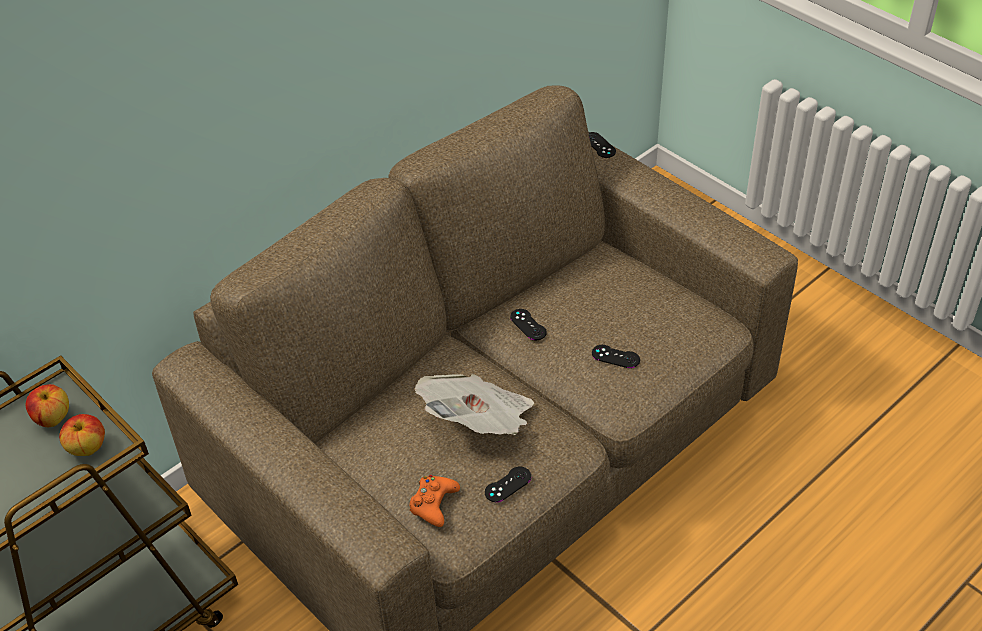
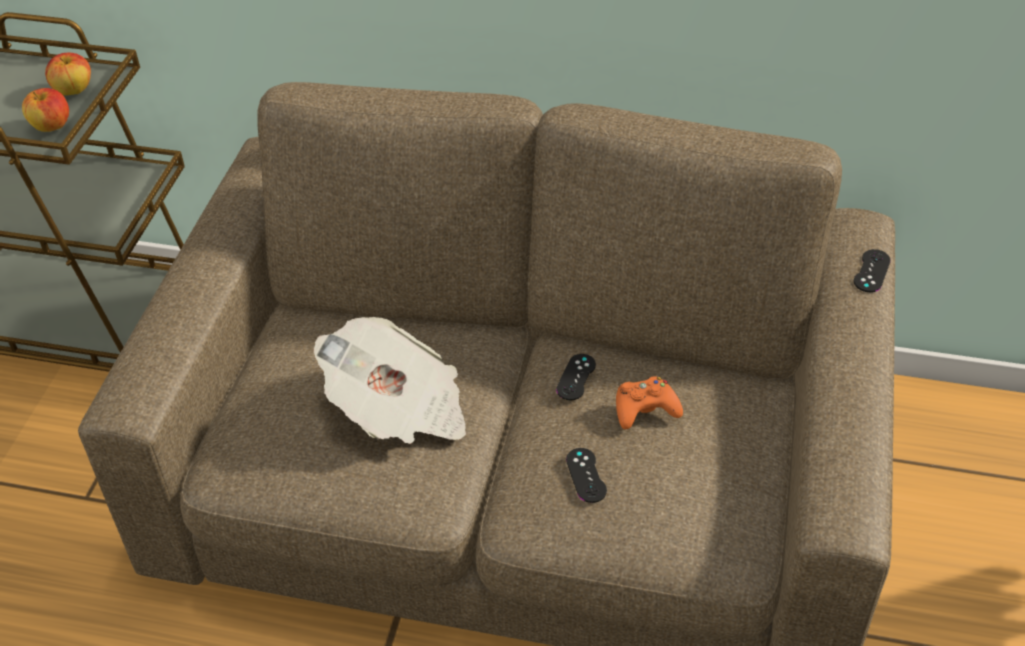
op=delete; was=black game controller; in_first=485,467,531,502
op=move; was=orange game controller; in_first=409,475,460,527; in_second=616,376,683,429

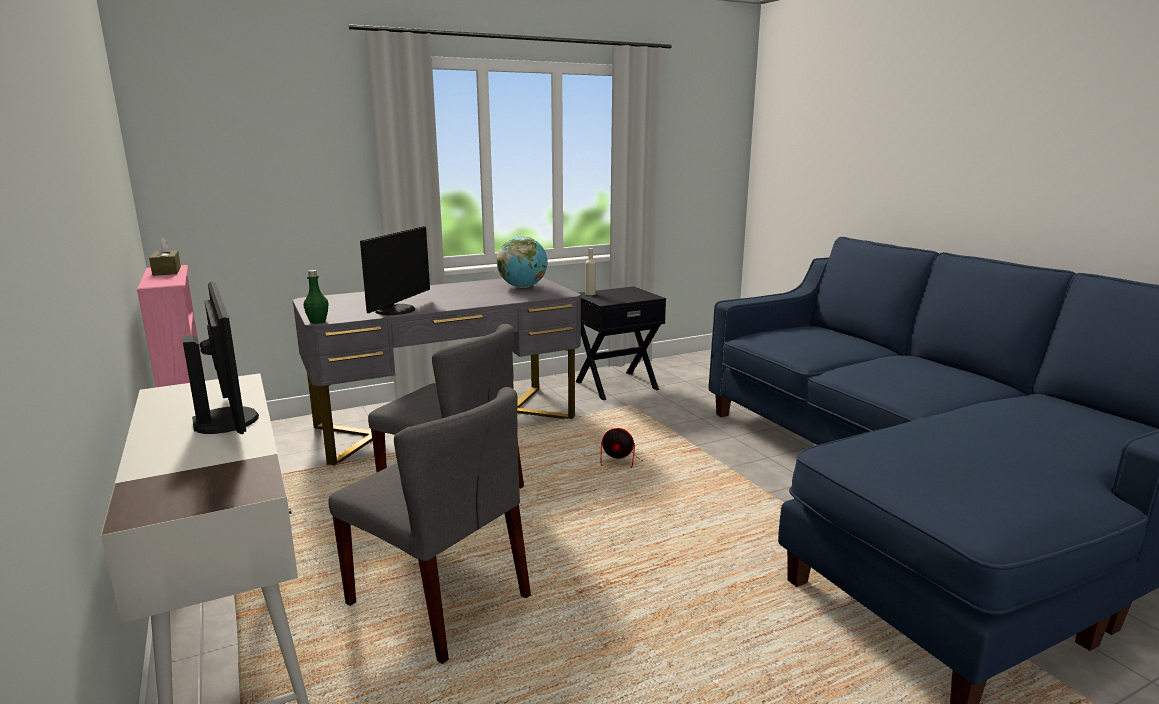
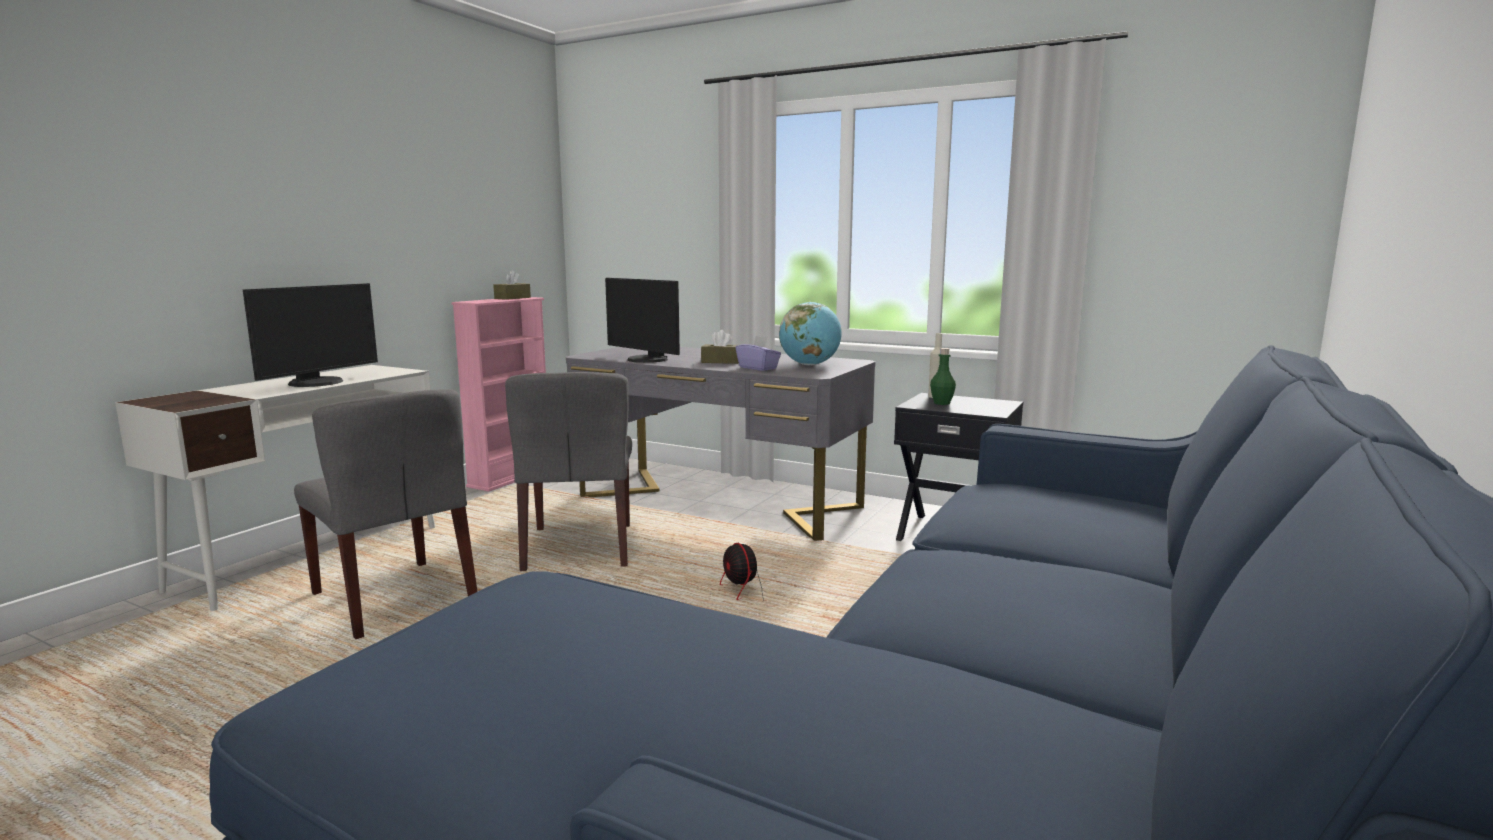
op=rotate; was=monitor; in_first=360,226,430,315; in_second=605,278,680,363; clockwise=60
op=move; was=green bottle; in_first=304,270,329,324; in_second=930,348,956,405
op=rotate; was=grey chair; in_first=329,387,531,664; in_second=294,389,477,639; clockwise=-45
op=insert; now=brown tissue box; in_second=701,330,739,364
op=insert; now=purple tissue box; in_second=736,336,781,371

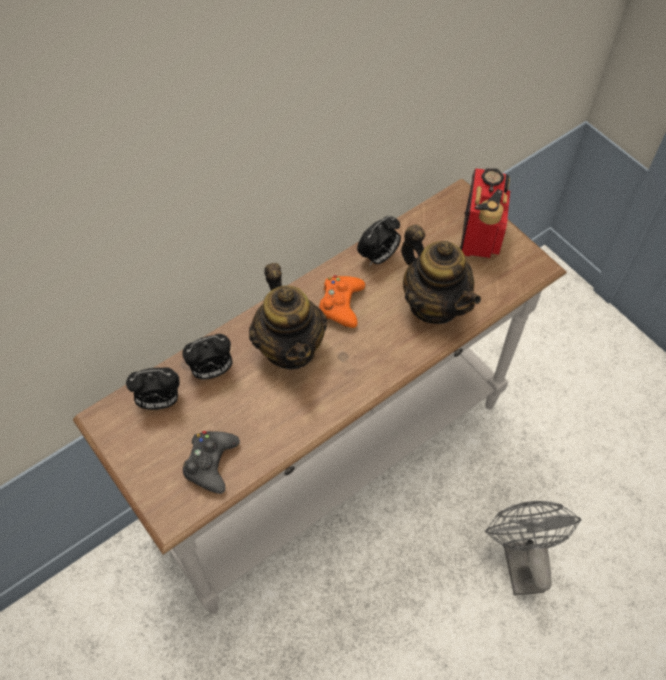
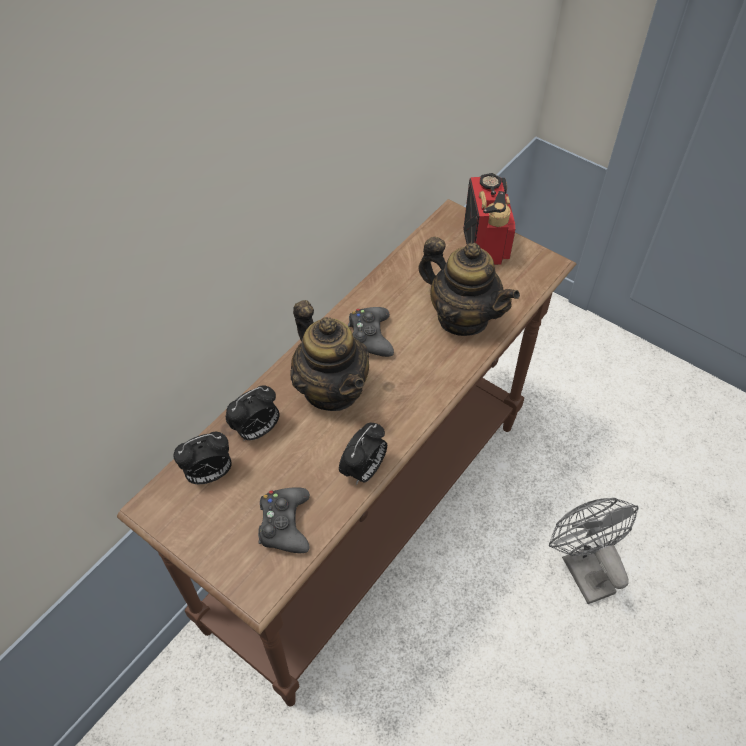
op=recolor; was=white console table; now=brown console table; in_first=73,179,567,614; in_second=117,199,576,706
op=move; was=alarm clock; in_first=357,216,401,266; in_second=339,423,387,485
op=recolor; was=orange game controller; now=black game controller; in_first=319,275,365,328; in_second=348,307,394,357

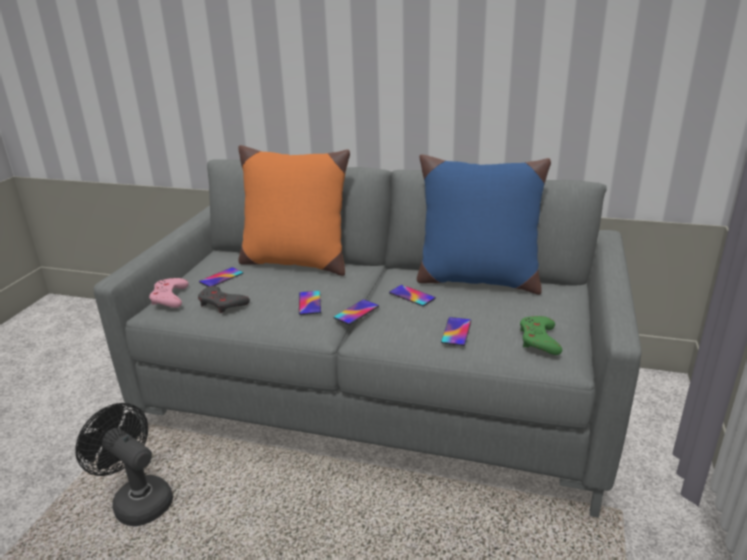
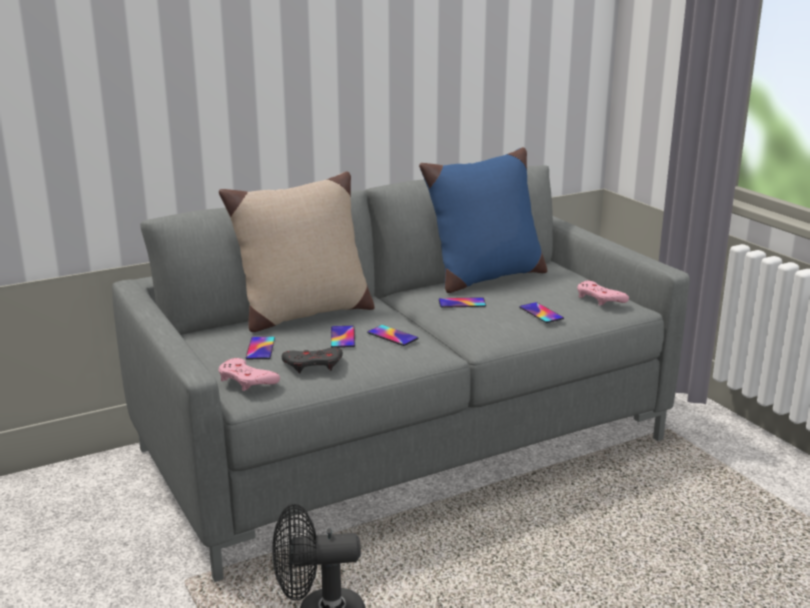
op=recolor; was=orange pillow; now=beige pillow; in_first=238,145,350,276; in_second=219,171,375,332
op=move; was=phone; in_first=334,299,379,325; in_second=331,326,355,348
op=recolor; was=green game controller; now=pink game controller; in_first=520,316,562,355; in_second=577,281,629,306

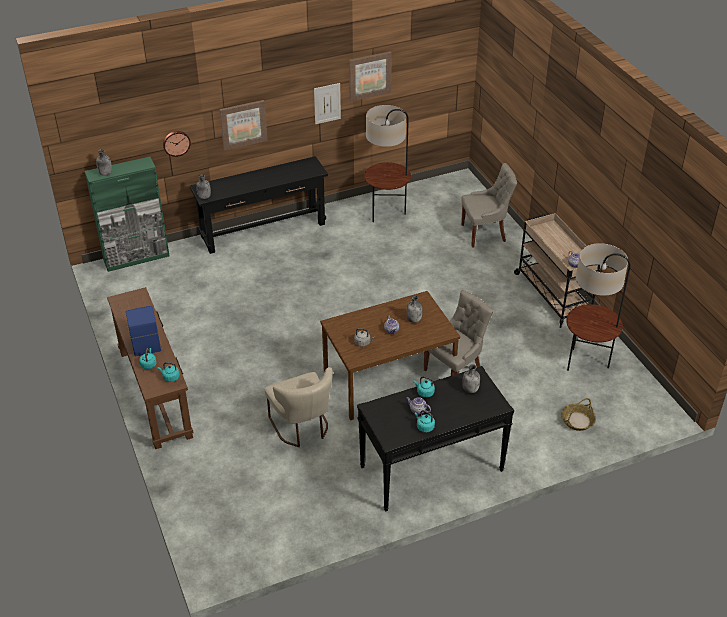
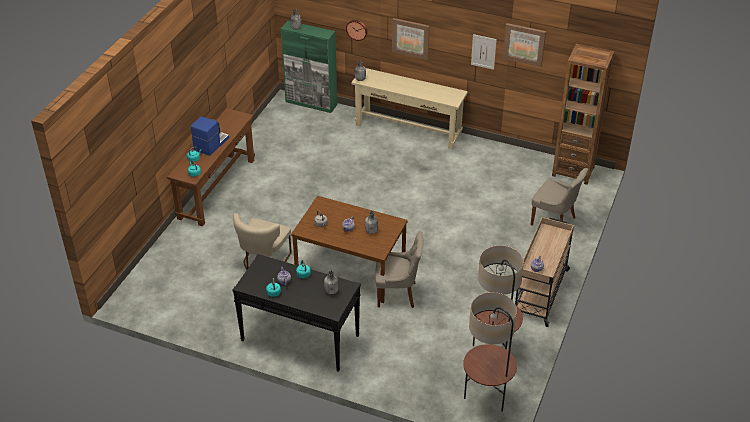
op=move; was=floor lamp; in_first=364,105,411,222; in_second=463,292,517,412
op=recolor; was=black console table; now=beige console table; in_first=190,156,328,254; in_second=351,68,468,149
op=delete; was=basket; in_first=561,398,596,431
op=insert; now=brown bookcase; in_second=552,44,614,185

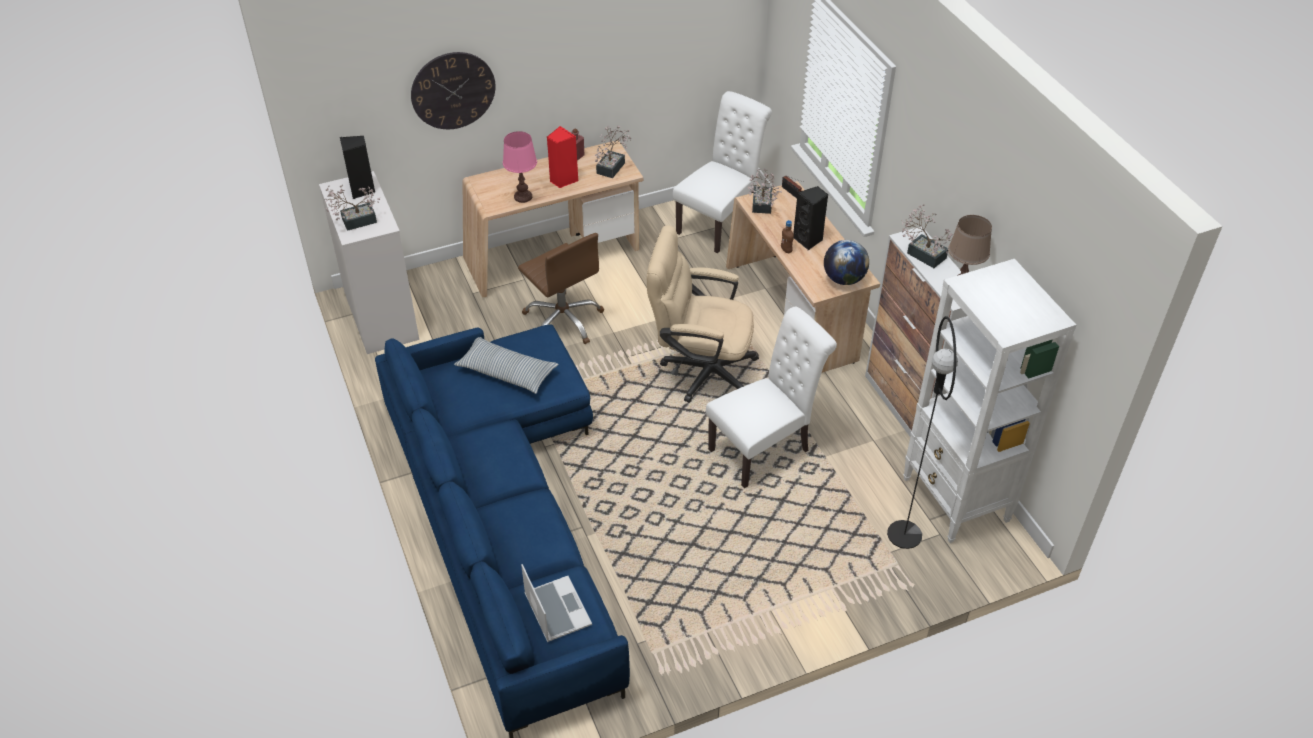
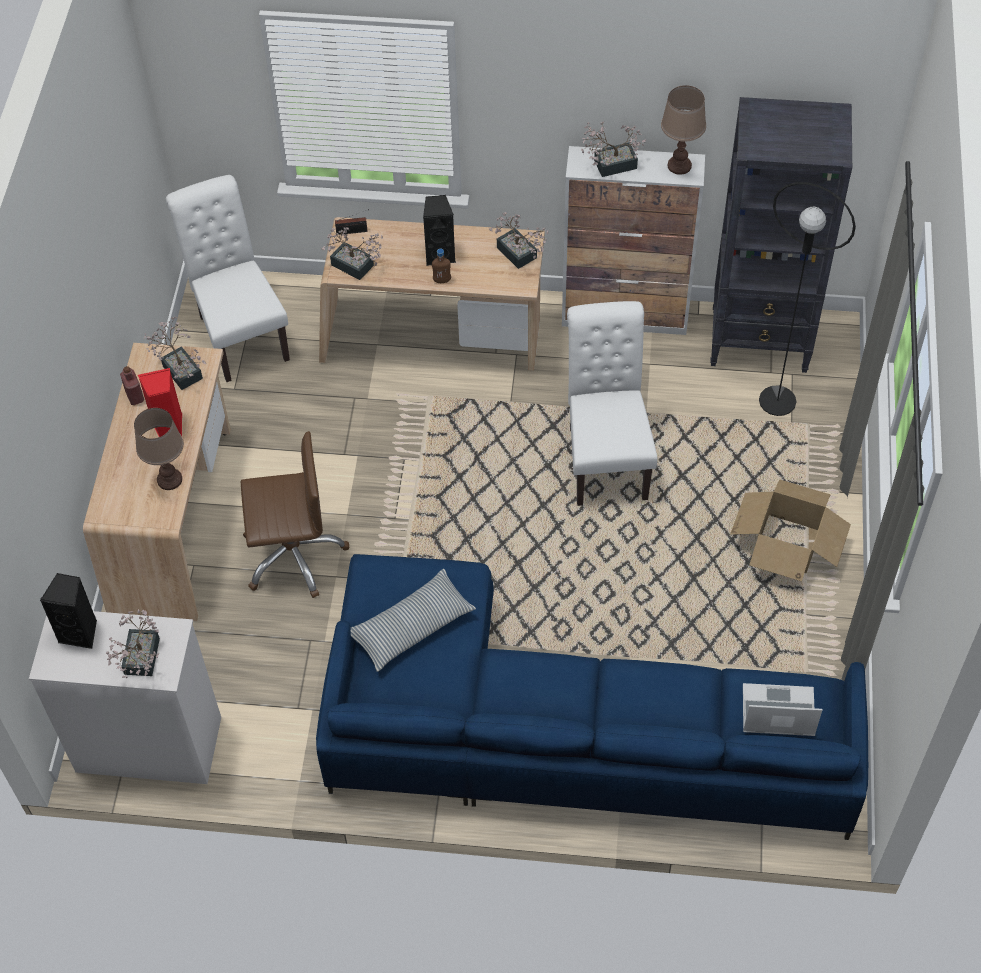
op=delete; was=wall clock; in_first=411,52,495,129
op=recolor; was=pink table lamp; now=brown table lamp; in_first=503,131,537,203; in_second=134,408,184,490
op=delete; was=beige office chair; in_first=647,225,759,403
op=replace; was=globe; now=potted plant; in_first=824,240,869,285; in_second=489,212,549,269
op=recolor; was=white bookcase; now=black bookcase; in_first=903,259,1076,543; in_second=710,97,852,373
op=insert; now=cardboard box; in_second=730,479,851,581

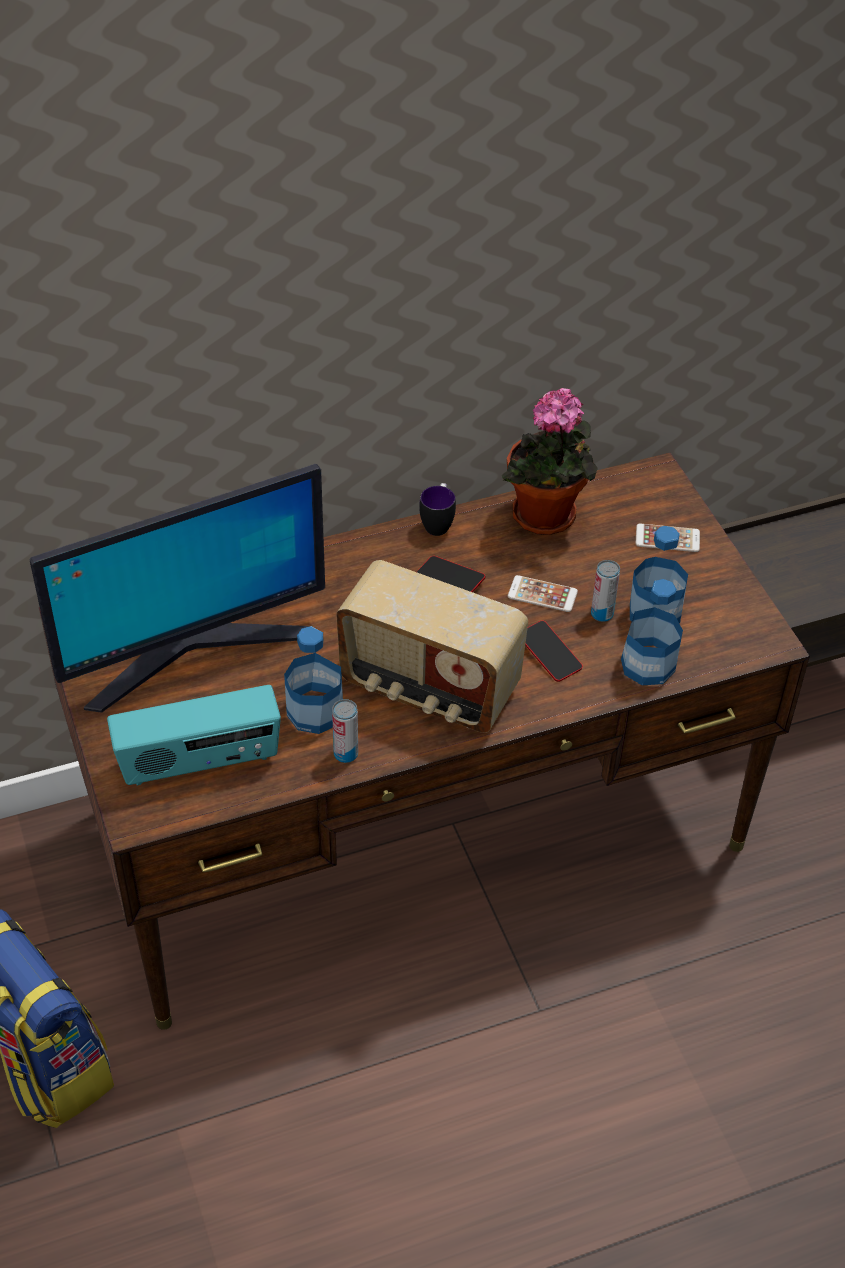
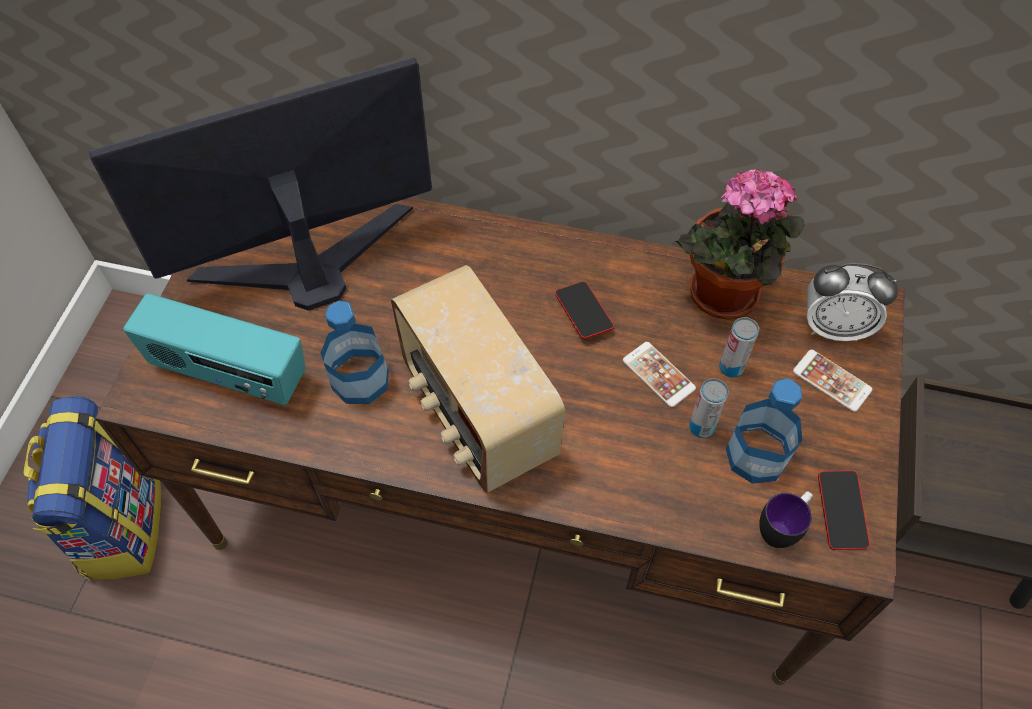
op=rotate; was=monitor; in_first=29,464,325,713; in_second=89,57,432,311; clockwise=150
op=move; was=mug; in_first=419,483,456,536; in_second=759,491,813,548
op=delete; was=bottle; in_first=621,579,683,685
op=move; was=phone; in_first=525,620,583,682; in_second=818,470,870,550
op=move; was=can; in_first=332,699,358,763; in_second=719,317,759,378
op=insert; now=alarm clock; in_second=807,263,898,342

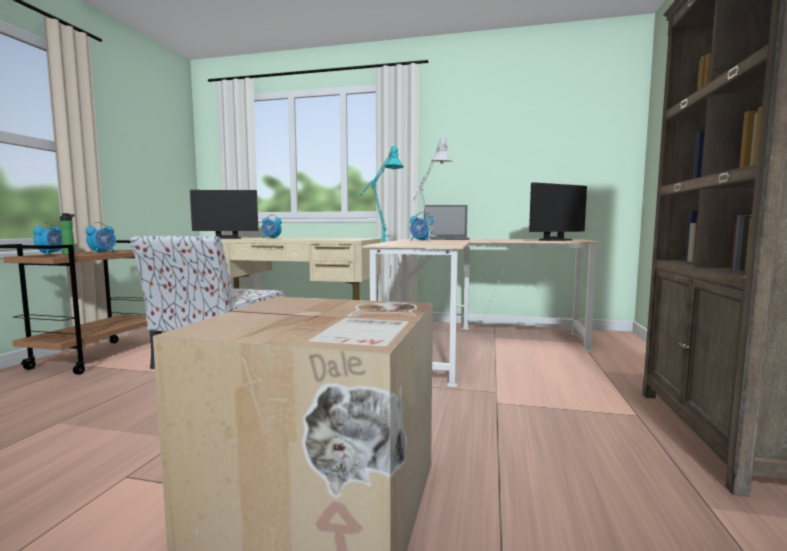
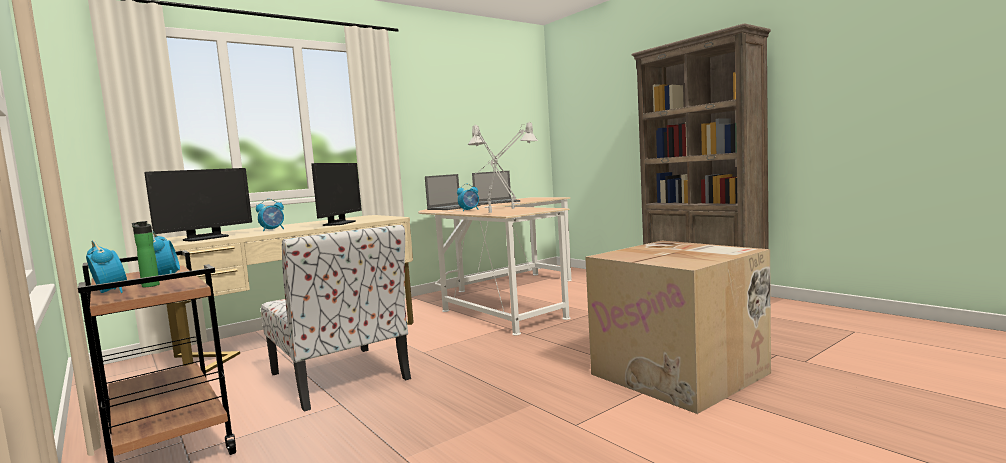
op=recolor; was=turquoise table lamp; now=grey table lamp; in_first=361,145,404,242; in_second=468,125,505,213
op=move; was=monitor; in_first=529,182,587,241; in_second=311,163,362,226
op=insert; now=laptop; in_second=472,171,520,205

